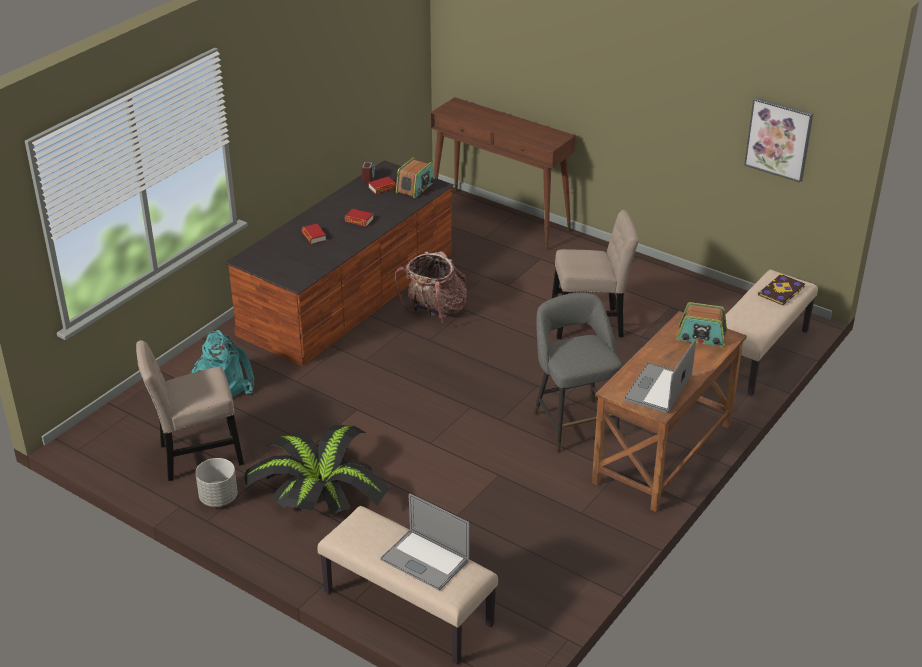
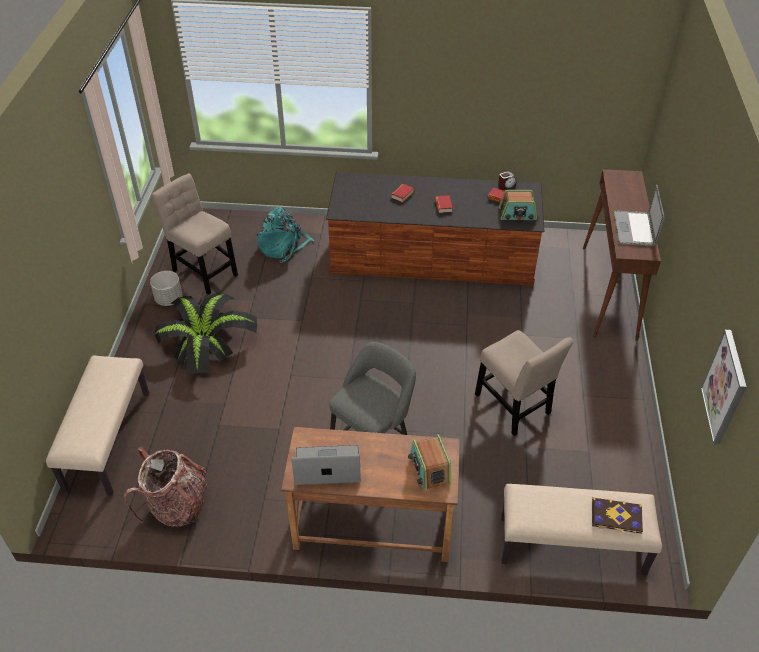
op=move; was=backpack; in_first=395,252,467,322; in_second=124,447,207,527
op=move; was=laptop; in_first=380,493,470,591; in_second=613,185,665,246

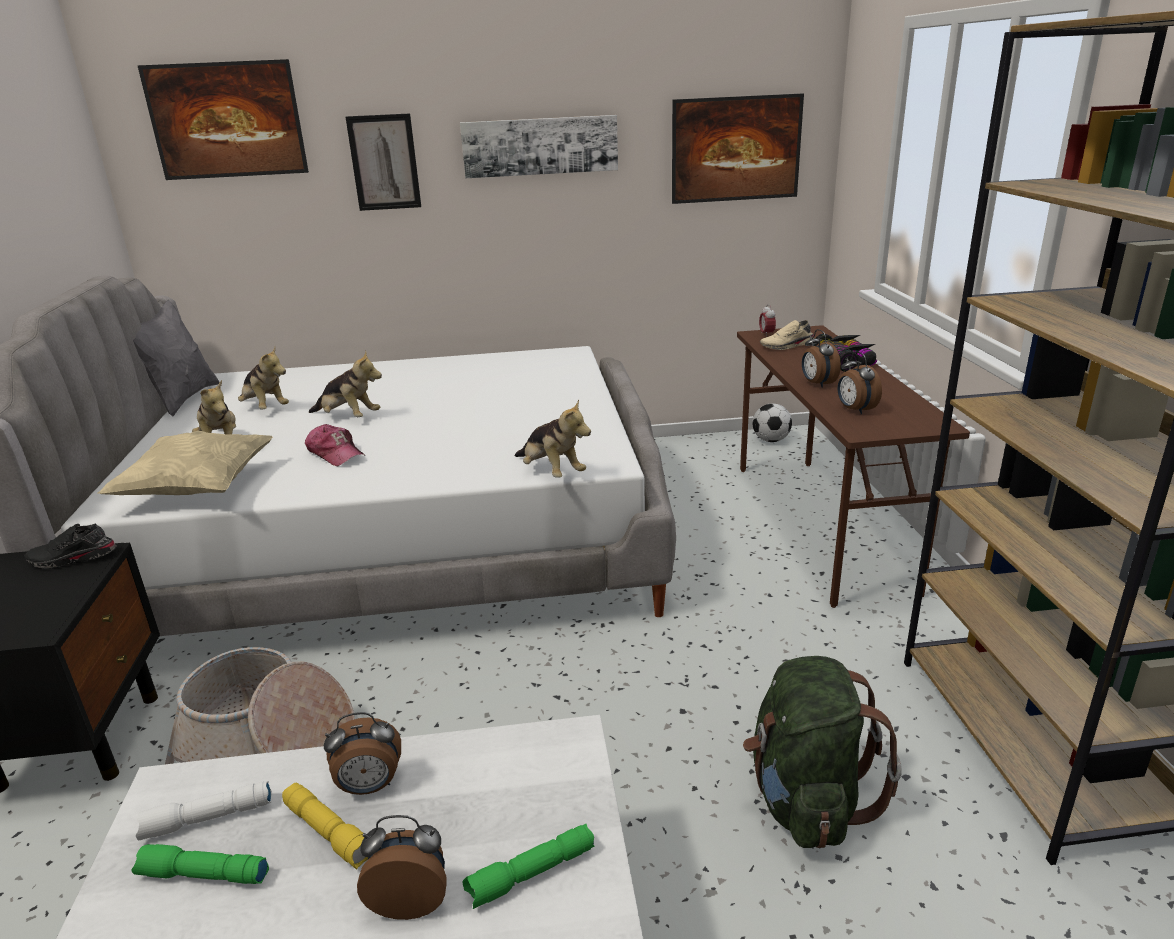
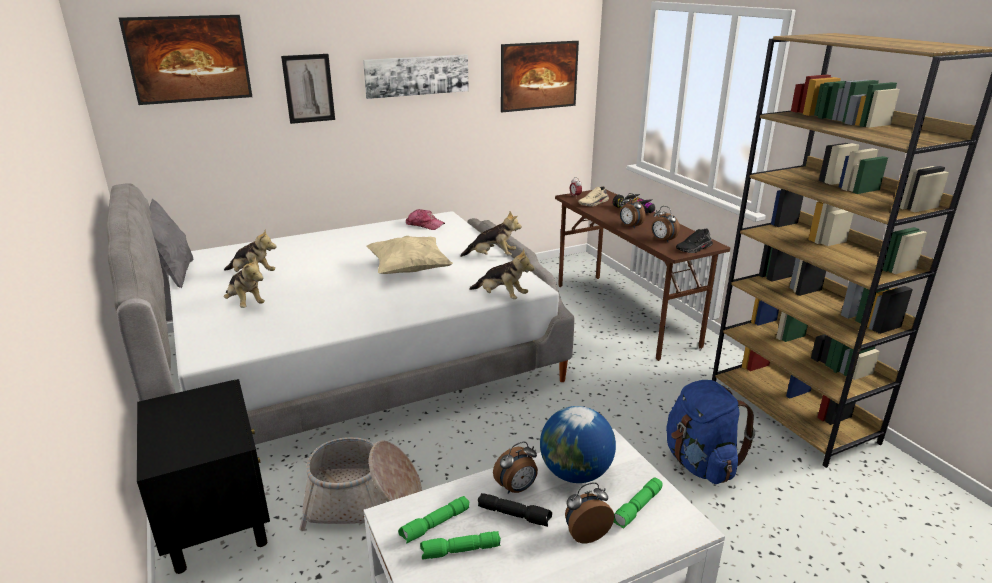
op=move; was=plush toy; in_first=309,351,382,417; in_second=460,211,522,257
op=delete; was=football; in_first=752,403,792,442
op=move; was=cap; in_first=305,424,365,466; in_second=406,209,445,230
op=move; was=beige pillow; in_first=98,431,273,495; in_second=366,236,453,274
op=move; was=black shoe; in_first=24,523,117,569; in_second=676,229,713,253
op=recolor; was=green backpack; now=blue backpack; in_first=743,656,902,848; in_second=666,380,755,484
op=recolor; was=white flashlight; now=green flashlight; in_first=136,781,272,840; in_second=398,496,469,544
op=recolor; was=yellow flashlight; now=black flashlight; in_first=282,783,368,869; in_second=478,493,552,527
op=insert; now=globe; in_second=540,406,616,483

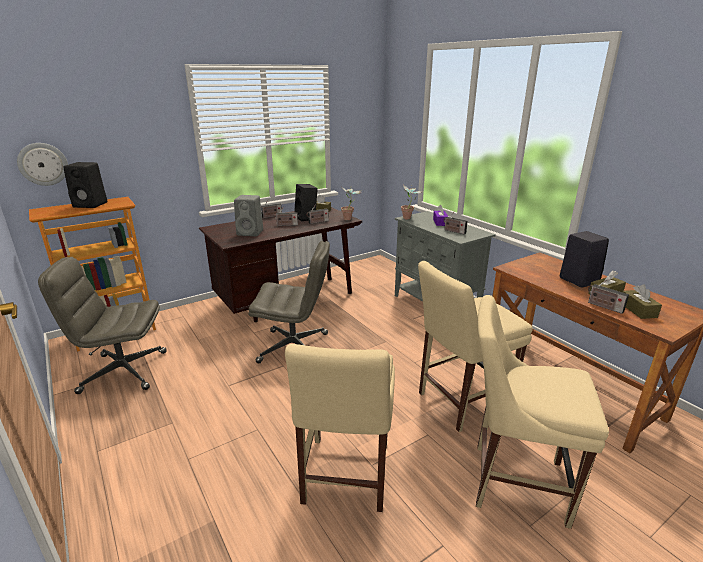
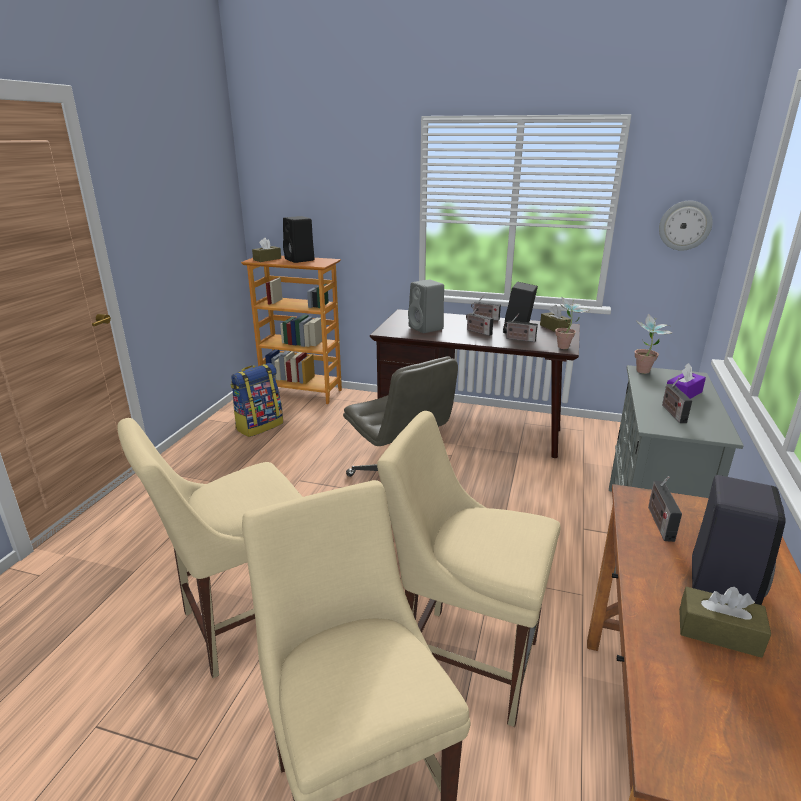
op=move; was=wall clock; in_first=17,143,68,186; in_second=659,201,713,251
op=replace; was=grey office chair; now=backpack; in_first=38,257,167,394; in_second=231,363,283,437
op=move; was=radio; in_first=588,279,629,314; in_second=648,476,682,542
op=move; was=brown tissue box; in_first=623,284,662,319; in_second=252,238,281,262

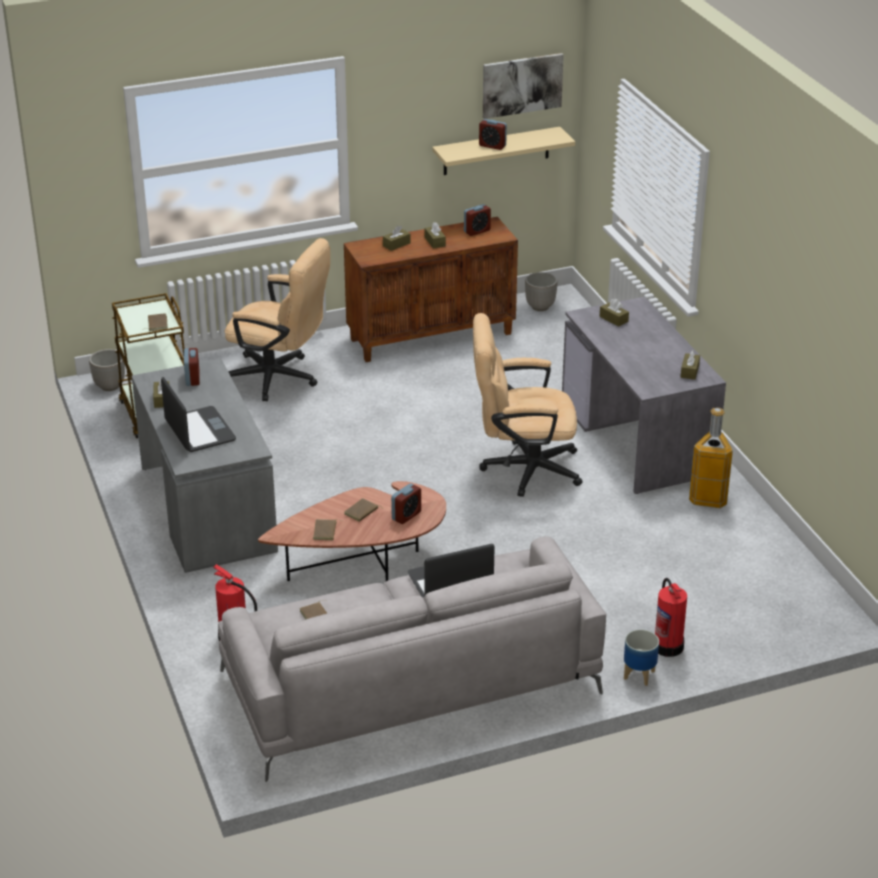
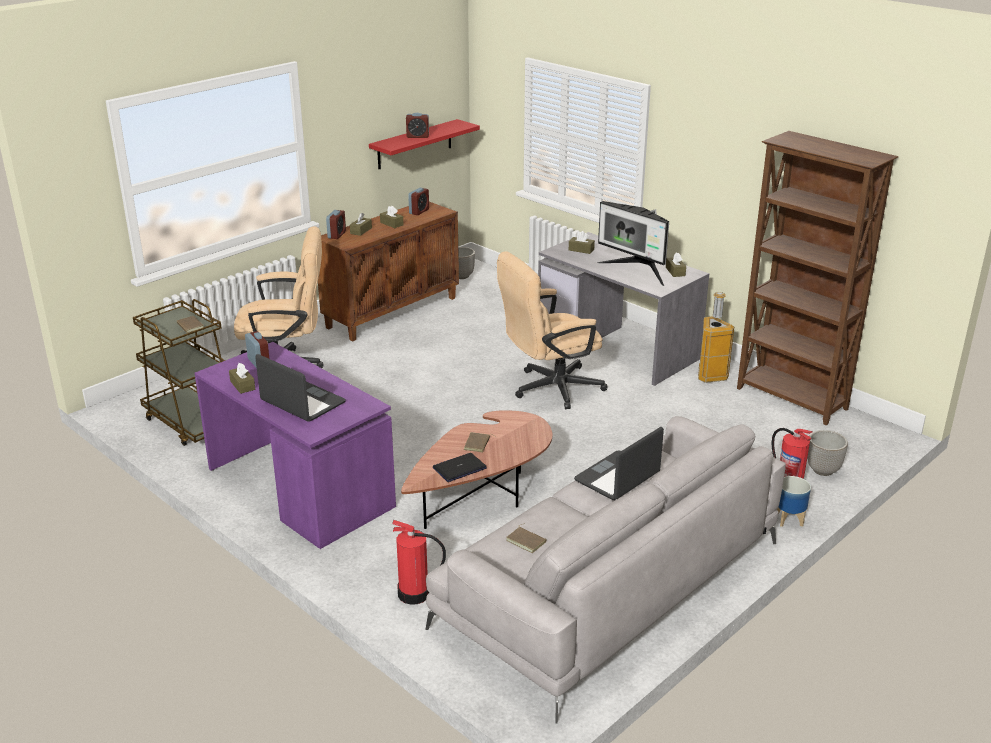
op=delete; was=picture; in_first=483,53,564,119
op=recolor; was=beige shelf; now=red shelf; in_first=432,127,575,175; in_second=369,119,480,169
op=move; was=planter; in_first=89,349,125,391; in_second=807,430,848,476
op=recolor; was=grey desk; now=purple desk; in_first=132,359,278,573; in_second=194,342,396,549
op=move; was=alarm clock; in_first=391,483,421,524; in_second=326,210,346,239
op=replace; was=brown book; now=laptop; in_first=313,519,342,540; in_second=433,453,487,482
op=insert; now=brown bookcase; in_second=737,131,899,426
op=insert; now=monitor; in_second=597,201,669,286

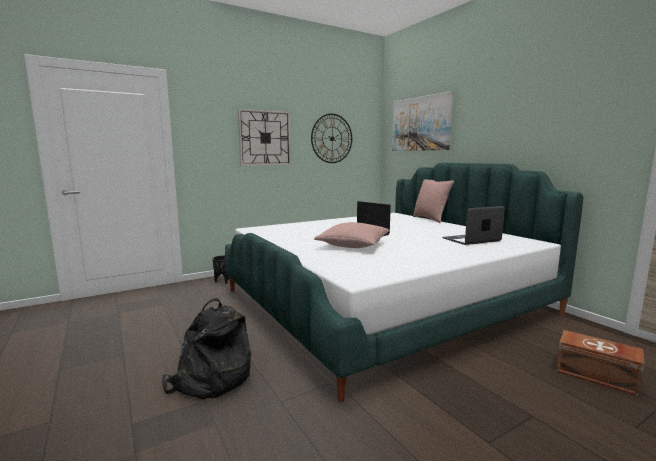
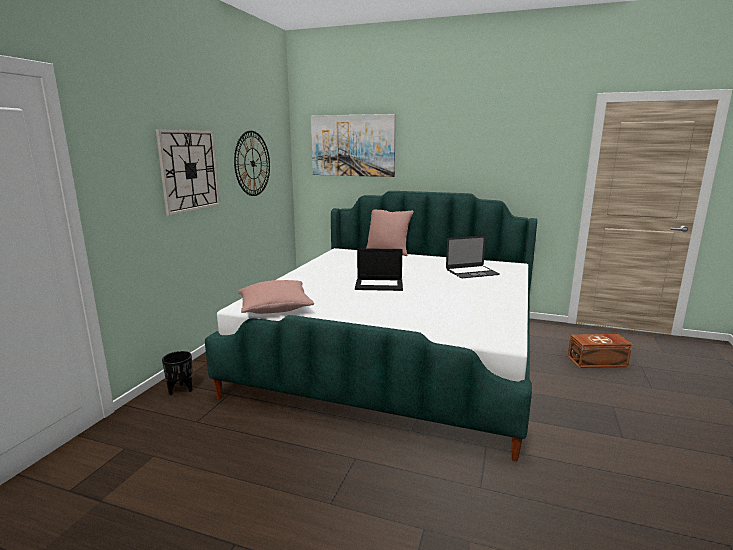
op=rotate; was=laptop; in_first=442,206,505,245; in_second=446,236,500,278; clockwise=-135
op=move; was=pink pillow; in_first=314,222,390,248; in_second=238,280,314,314
op=delete; was=black backpack; in_first=162,298,251,399

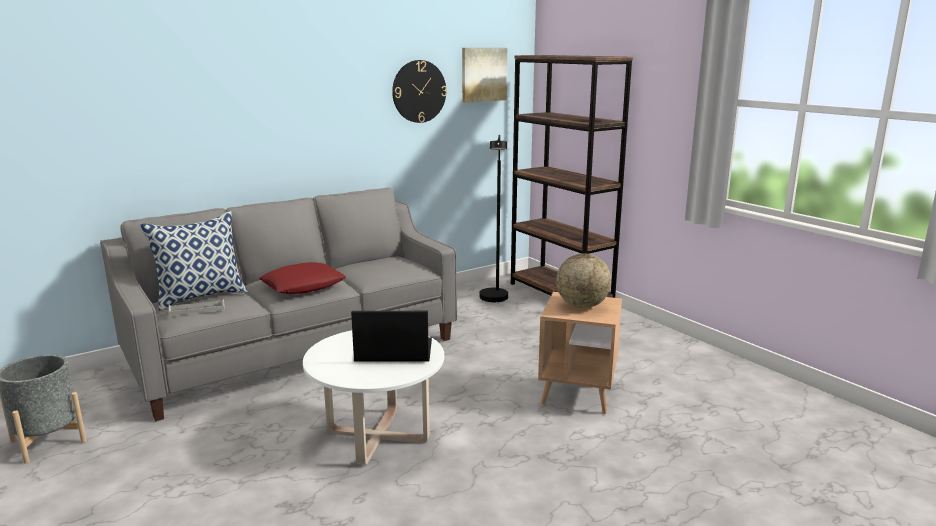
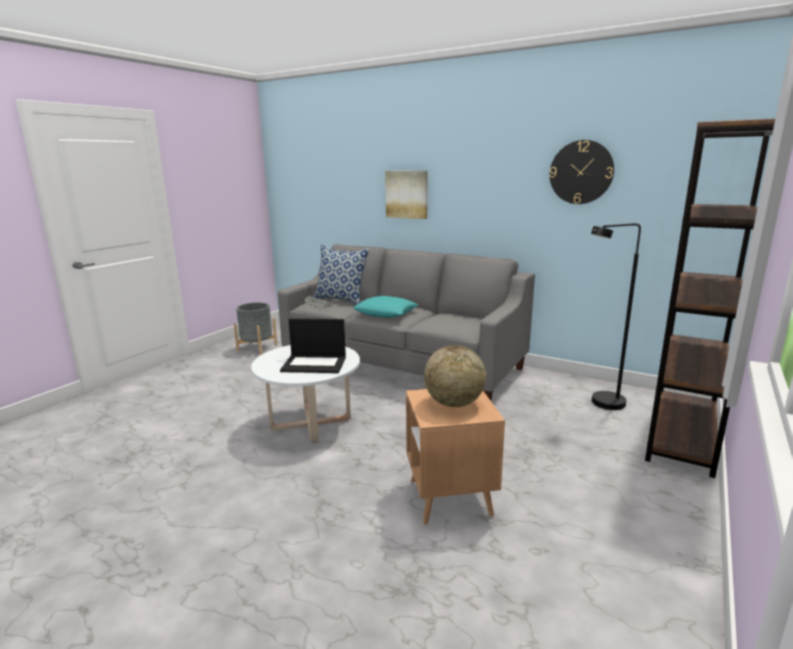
op=move; was=picture; in_first=462,48,507,103; in_second=385,171,427,219
op=recolor; was=red pillow; now=turquoise pillow; in_first=259,262,346,294; in_second=353,296,418,318
op=rotate; was=laptop; in_first=351,311,432,362; in_second=280,318,346,373; clockwise=120

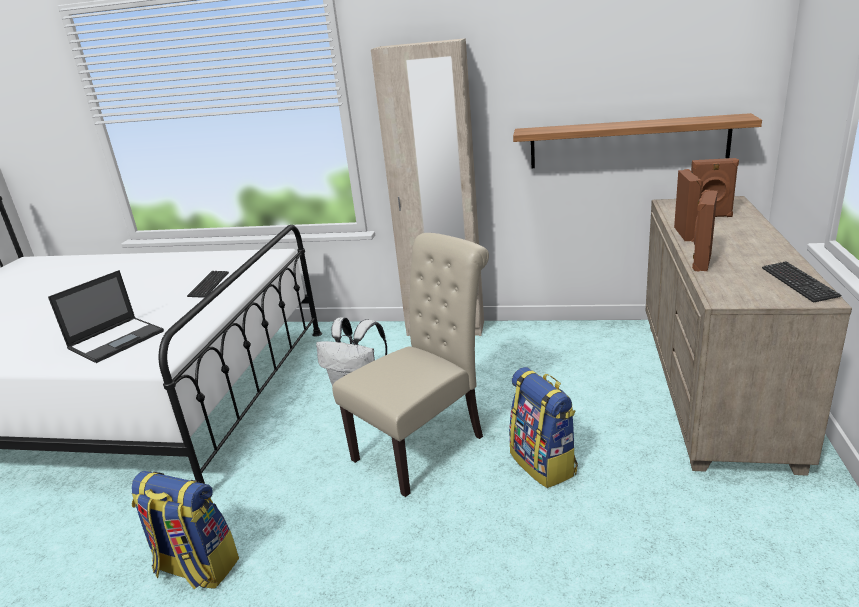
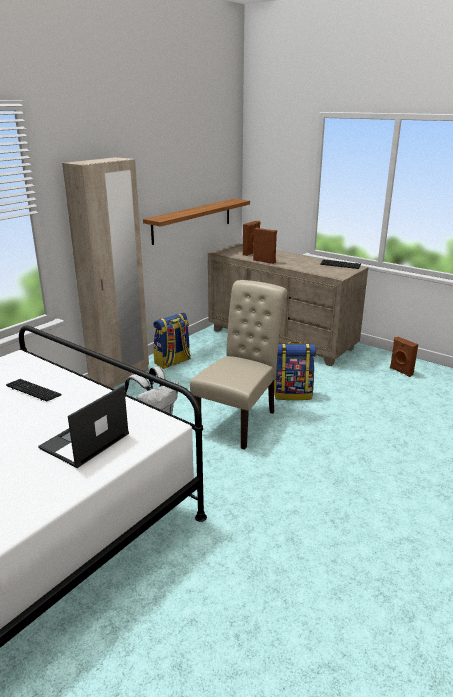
op=move; was=brown speaker; in_first=692,190,718,272; in_second=390,337,418,377
op=rotate; was=beige chair; in_first=332,233,489,497; in_second=190,280,288,449; clockwise=45
op=rotate; was=laptop; in_first=48,270,164,363; in_second=38,385,129,468; clockwise=-120
op=move; was=backpack; in_first=132,471,239,589; in_second=153,313,191,369

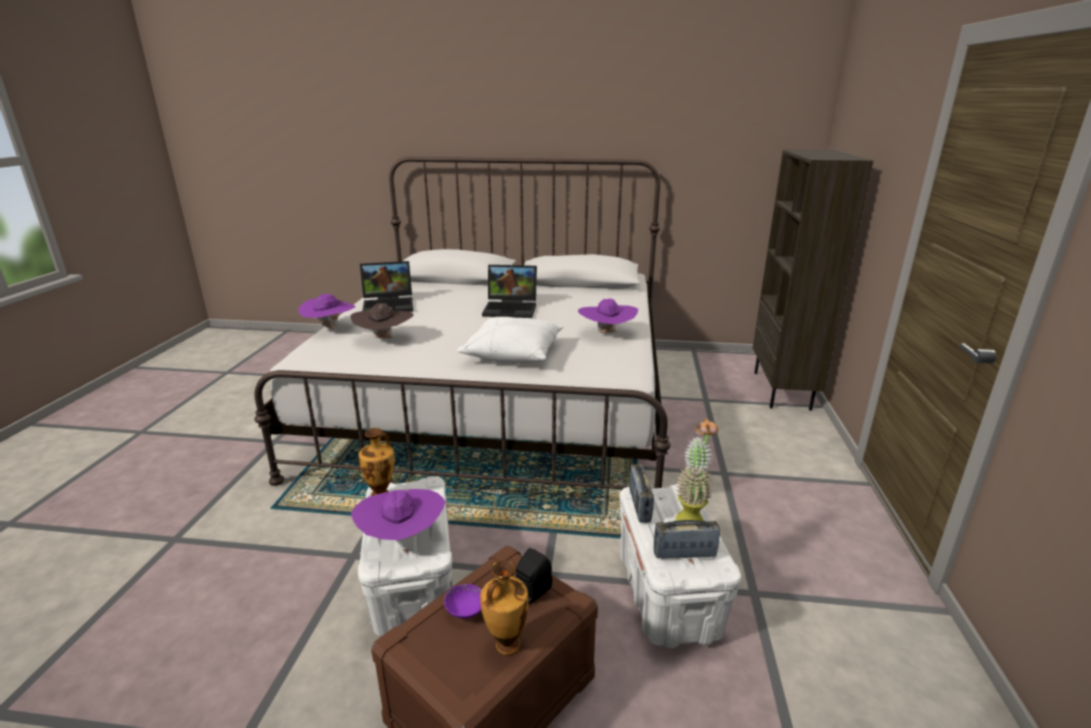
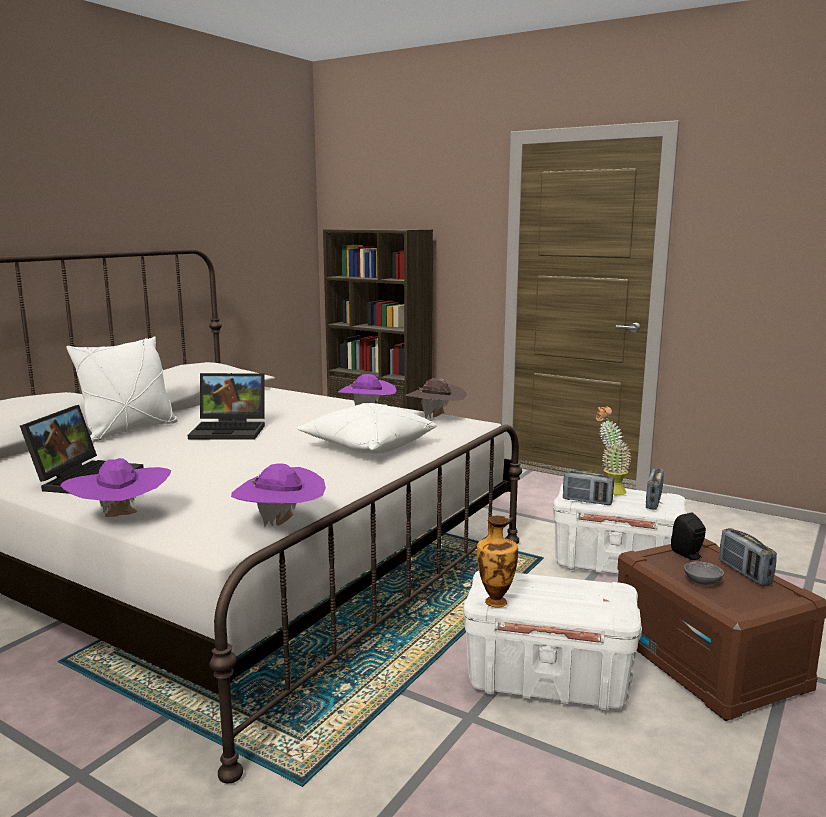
op=rotate; was=laptop; in_first=482,265,537,318; in_second=188,373,265,440; clockwise=60
op=move; was=brown hat; in_first=350,303,414,338; in_second=406,378,466,418
op=move; was=purple hat; in_first=351,489,446,540; in_second=231,464,326,526
op=replace; was=vase; now=radio; in_first=480,560,528,655; in_second=719,528,777,586
op=recolor; was=purple bowl; now=grey bowl; in_first=444,584,482,619; in_second=684,561,724,585
op=insert; now=white pillow; in_second=66,336,178,443

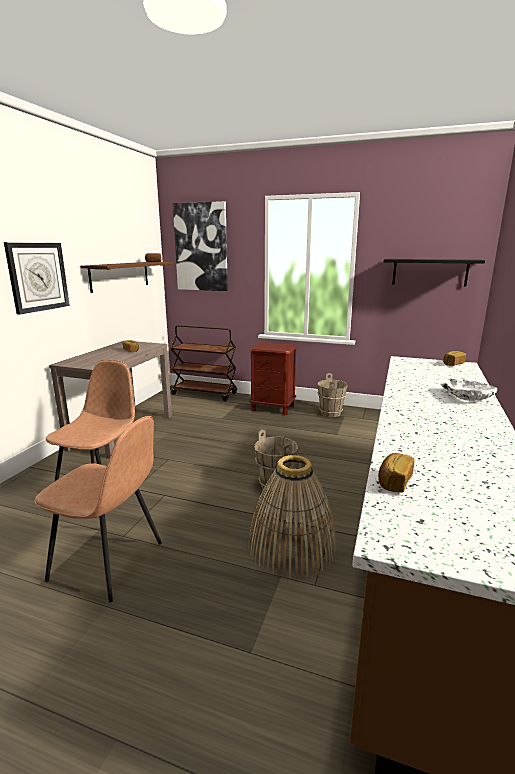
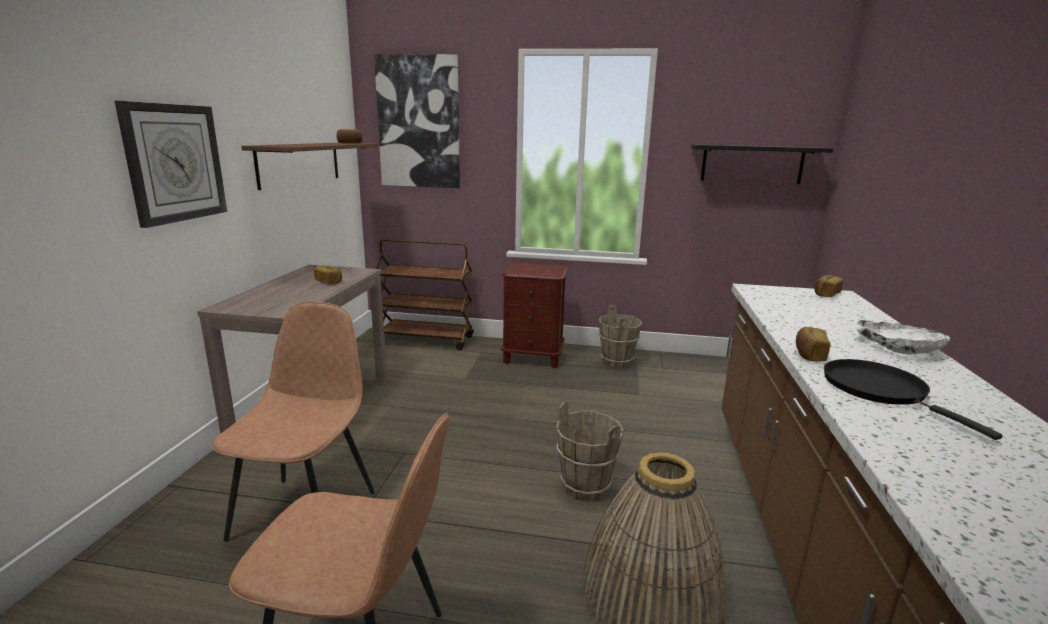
op=move; was=bread; in_first=378,453,414,493; in_second=796,327,830,362
op=insert; now=black frying pan; in_second=824,359,1002,440

